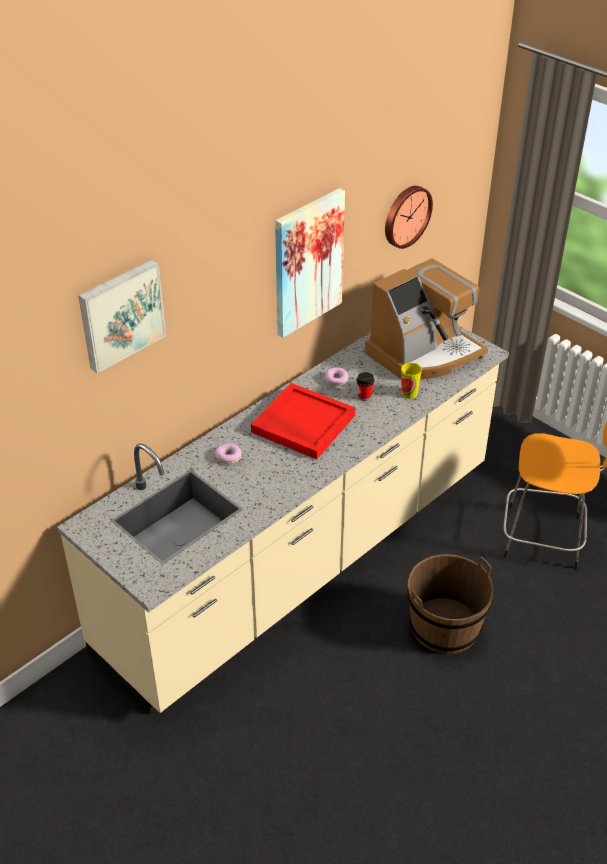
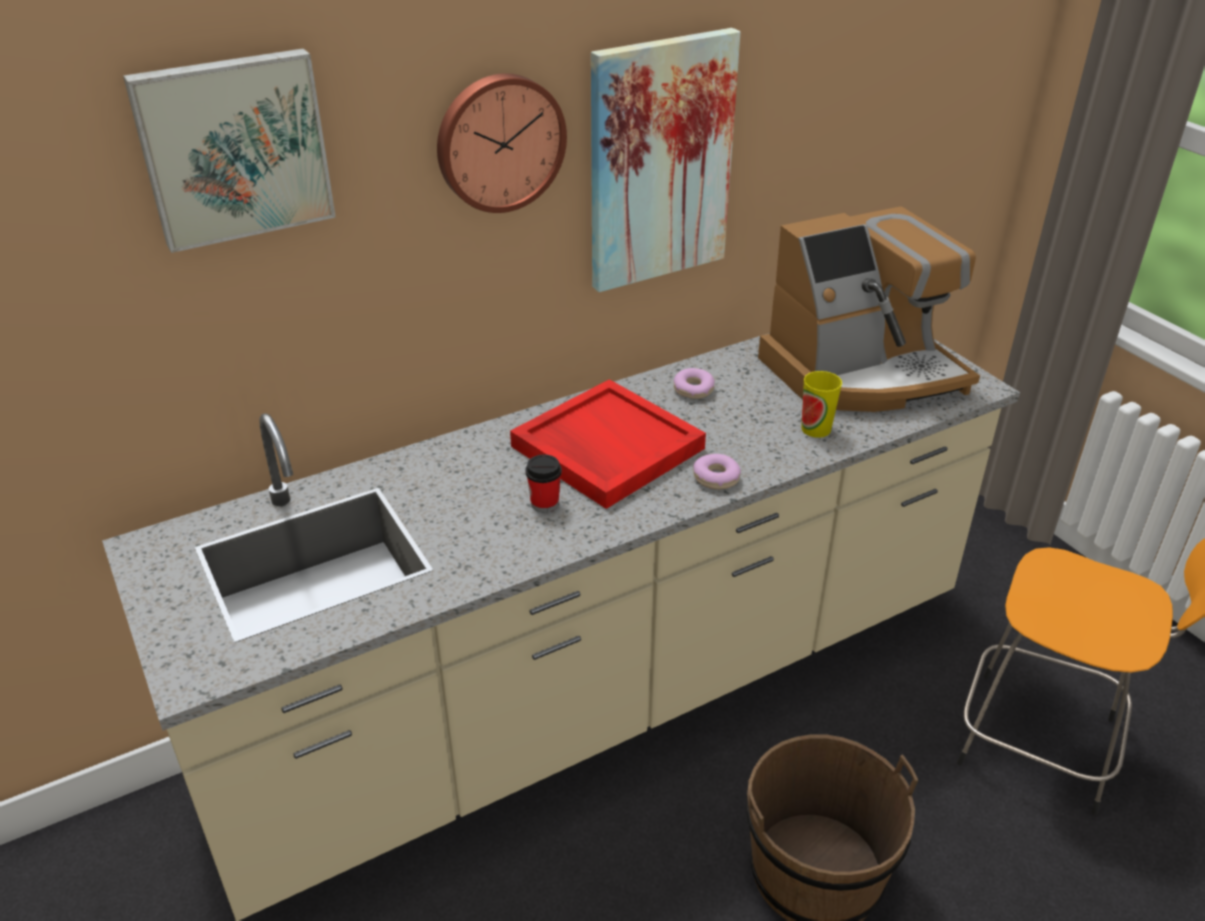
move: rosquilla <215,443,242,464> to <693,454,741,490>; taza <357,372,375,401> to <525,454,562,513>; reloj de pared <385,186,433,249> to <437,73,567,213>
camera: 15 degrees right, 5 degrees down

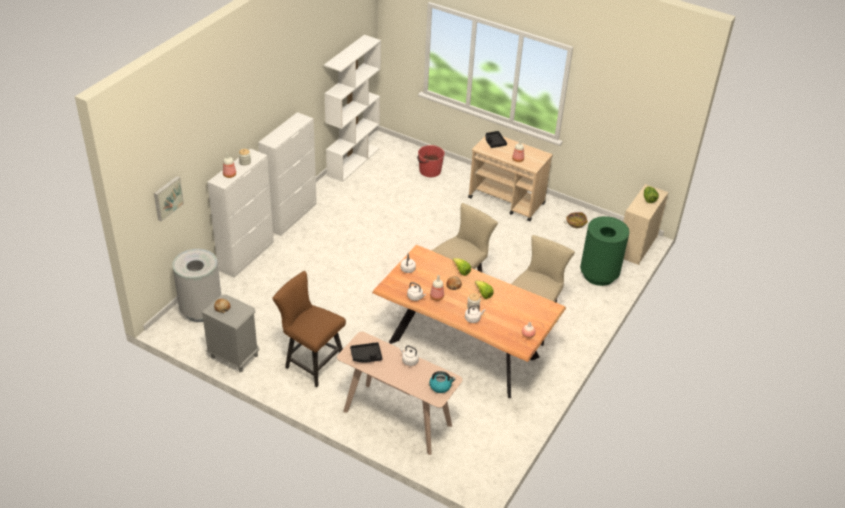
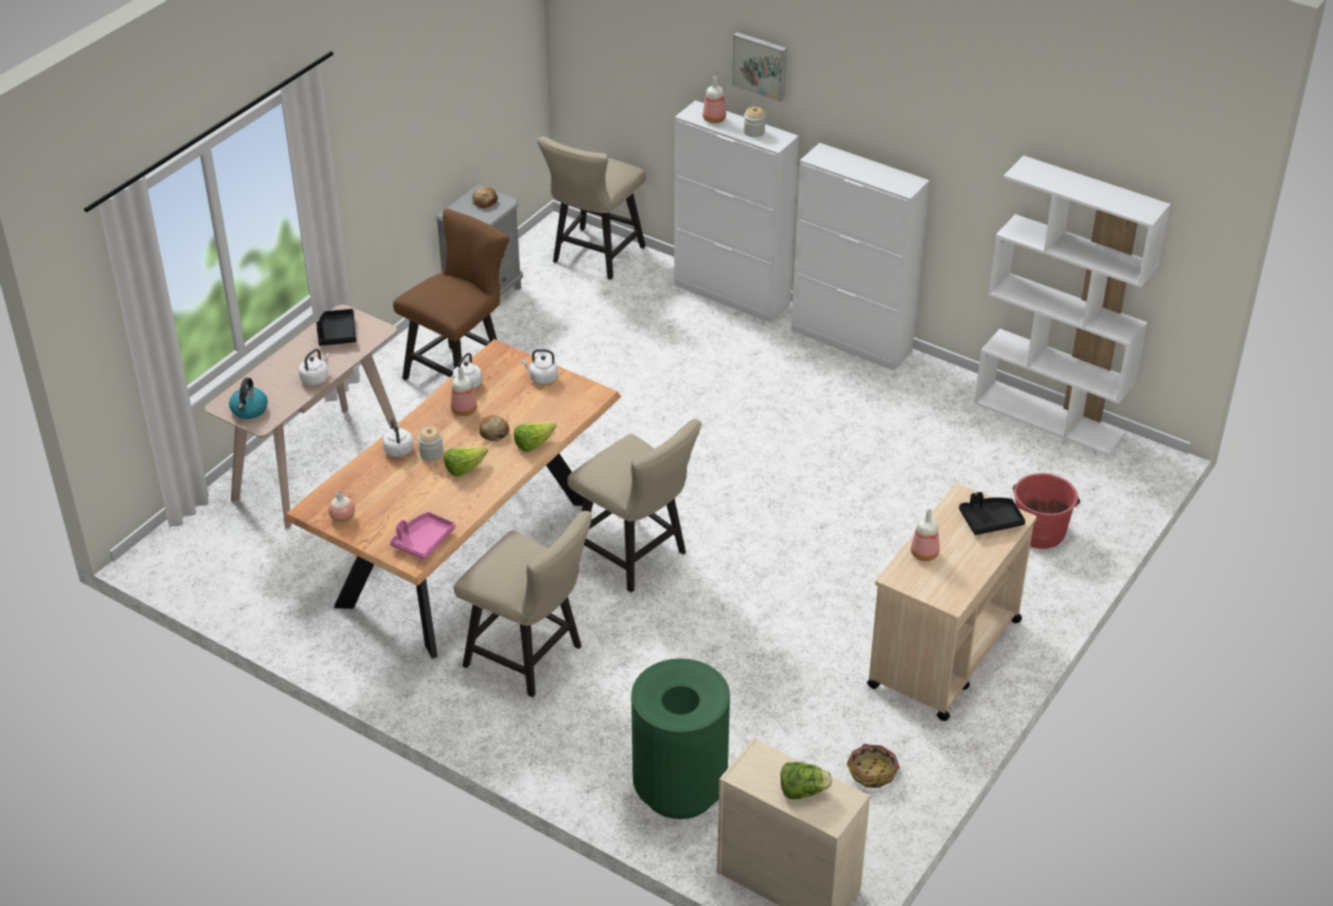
insert: bandeja [rosa] <390,512,456,560>
move: cuadro <154,176,184,221> to <732,32,787,102>
replace: papelera [gris] <172,249,221,322> to silla [beis] <537,136,646,280>
camera: 95 degrees right, 0 degrees up

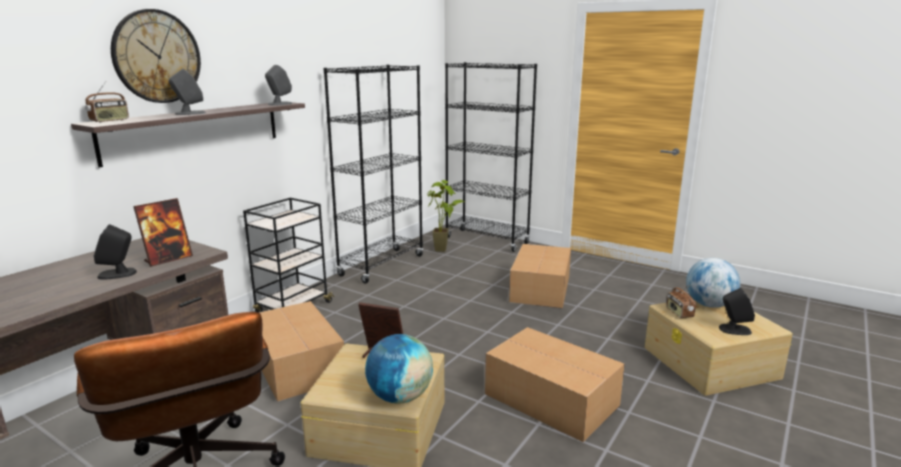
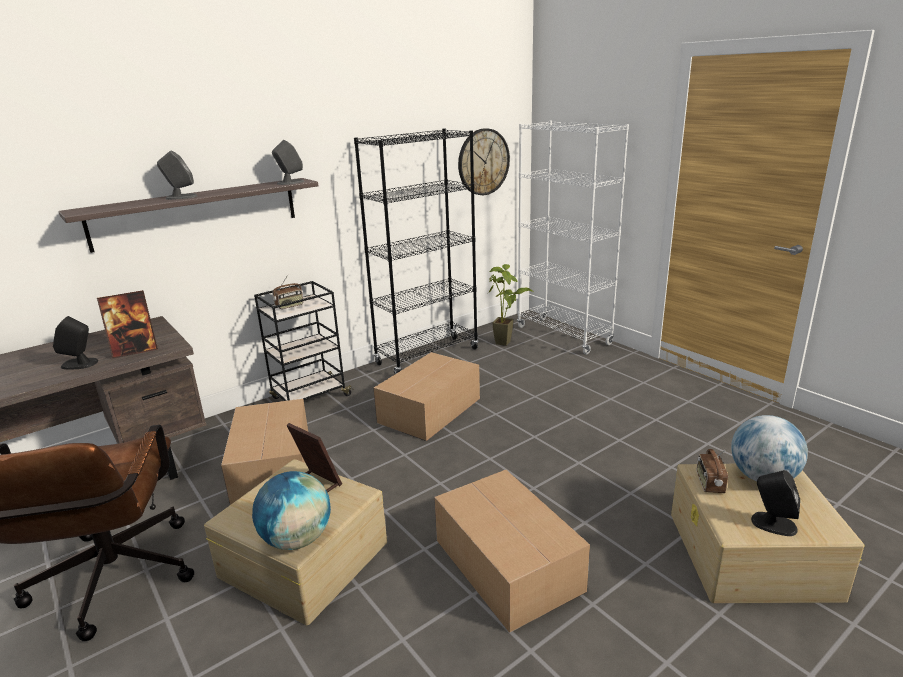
move: radio <85,81,129,123> to <272,275,304,309>; reloj de pared <111,9,201,103> to <458,128,510,195>; caja de cartón <509,244,571,308> to <373,352,480,441>
recolor: estantería [negro] <445,62,537,252> to estantería [blanco] <517,121,629,355>
camera: 20 degrees right, 5 degrees up

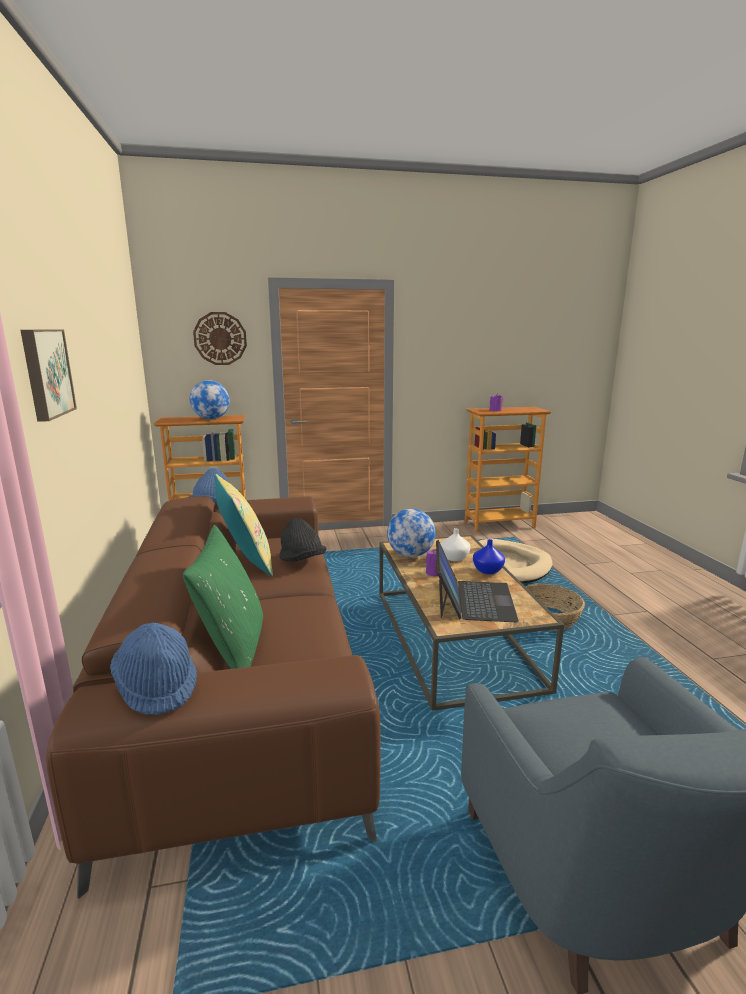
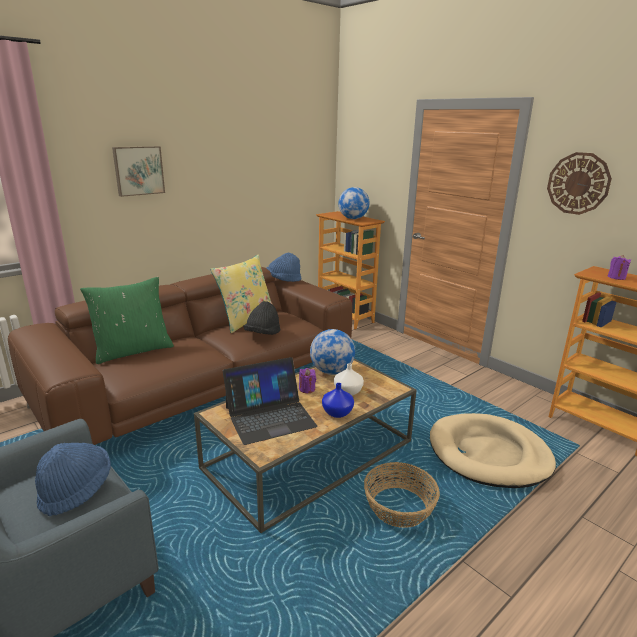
move: sombrero [azul] <110,623,197,715> to <35,443,111,516>; reloj de pared <193,312,247,365> to <547,152,612,215>
camera: 60 degrees right, 5 degrees up

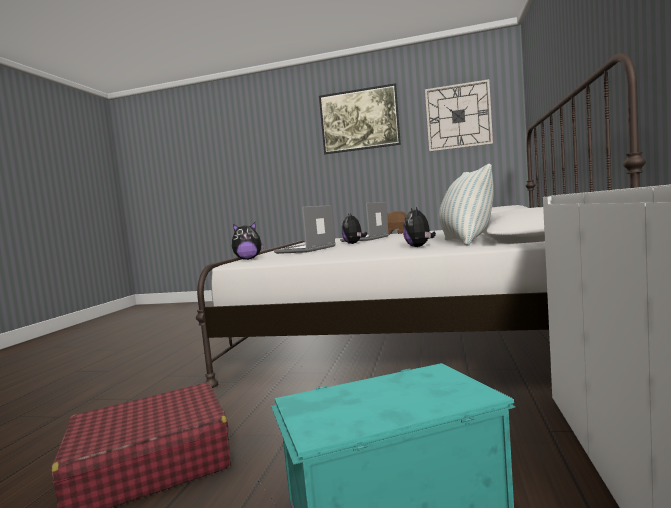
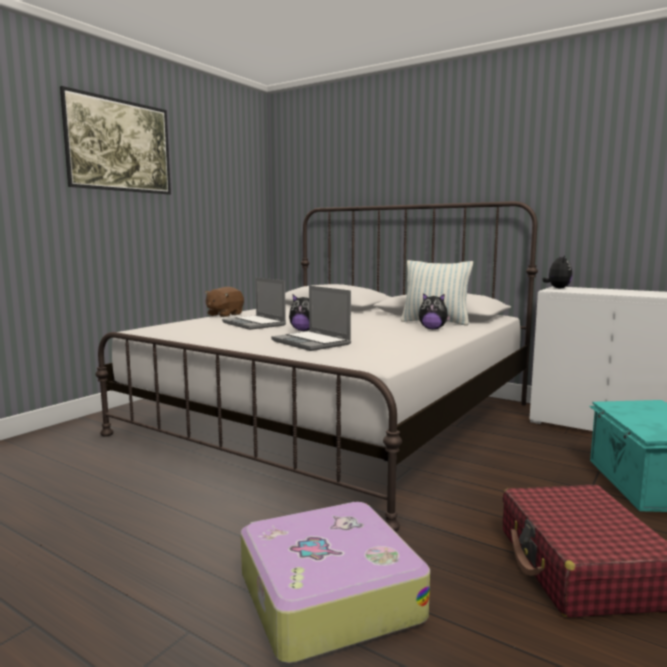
delete: reloj de pared <425,79,493,152>
insert: maleta <241,502,430,663>
move: peluche <232,222,264,260> to <542,254,572,289>
camera: 70 degrees left, 5 degrees up

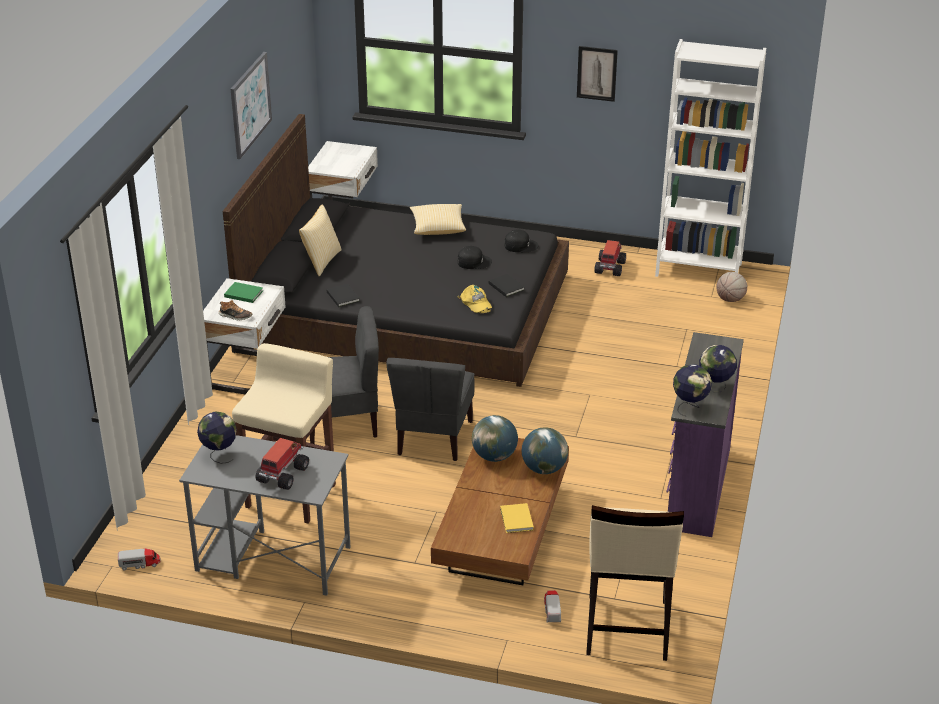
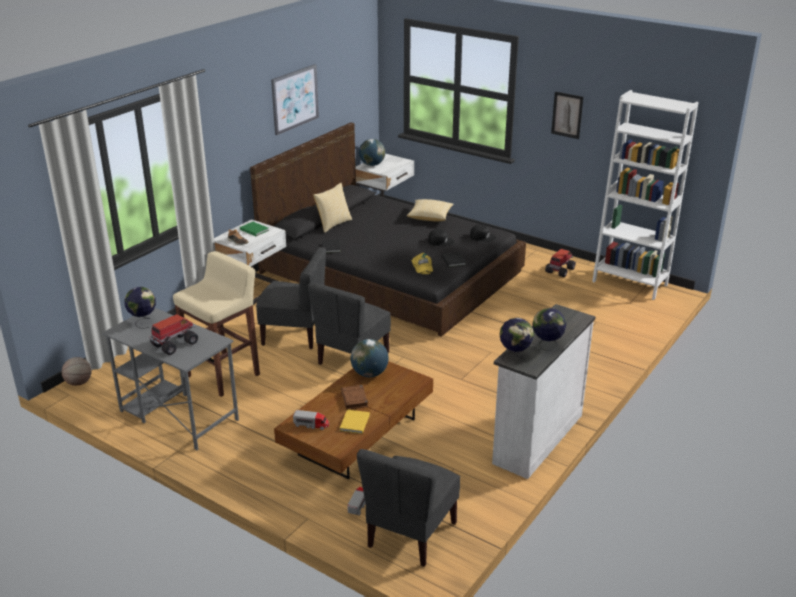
insert: libro [marrón] <341,385,368,410>
move: camión de juguete <118,548,161,570> to <293,410,329,430>; globo terráqueo <522,427,568,474> to <359,139,385,166>; balón de baloncesto <716,272,747,302> to <61,357,92,386>
replace: taburete [beis] <586,505,684,661> to silla [gris] <357,449,460,567>
recolor: cómoda [morado] <666,332,744,537> to cómoda [blanco] <492,304,596,479>
camera: 20 degrees right, 5 degrees down

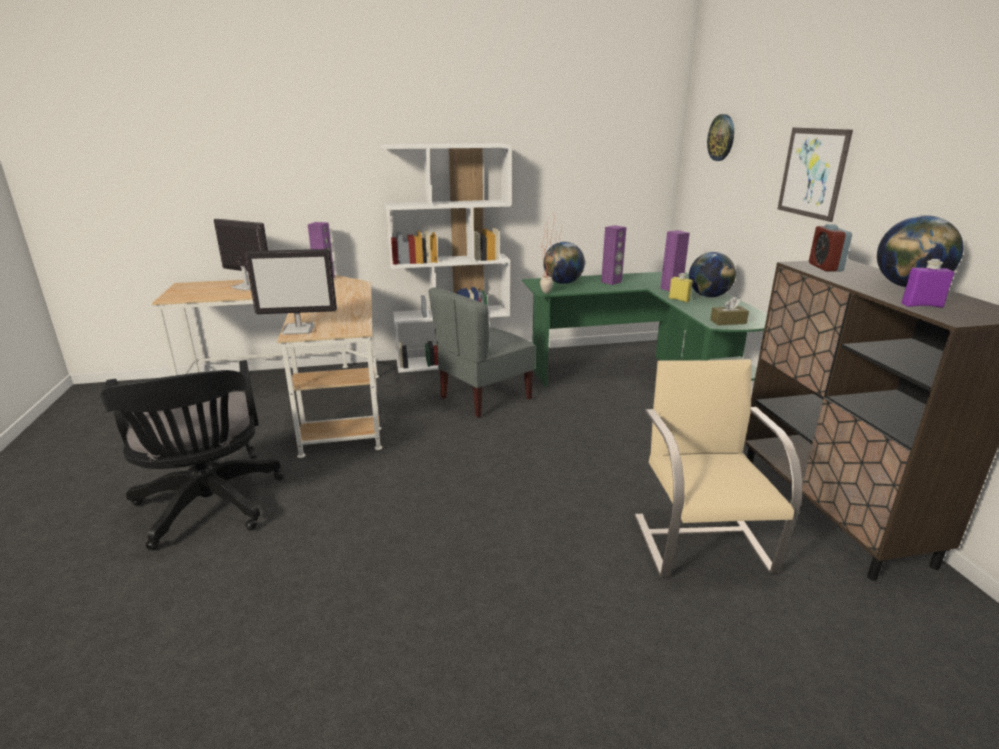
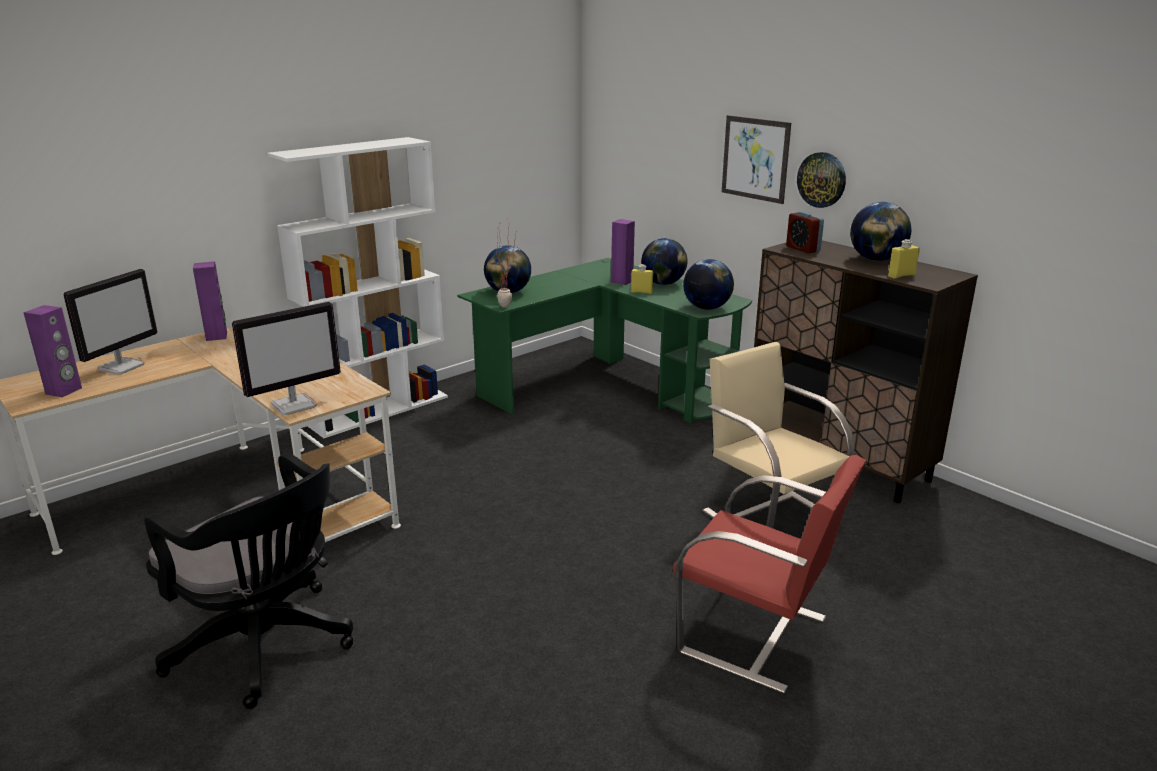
delete: silla [gris] <429,287,535,418>
insert: silla [rojo] <673,455,866,694>
move: altavoz [morado] <601,225,626,285> to <23,305,82,397>; reloj de pared <707,114,734,161> to <797,152,846,208>
replace: caja de pañuelos [marrón] <710,297,749,325> to globo terráqueo <683,259,734,310>
recolor: botella [morado] <902,259,954,308> to botella [amarillo] <888,239,920,279>
rotate: monitor <214,219,268,291> = <63,269,157,375> 120 degrees clockwise
camera: 30 degrees left, 0 degrees up

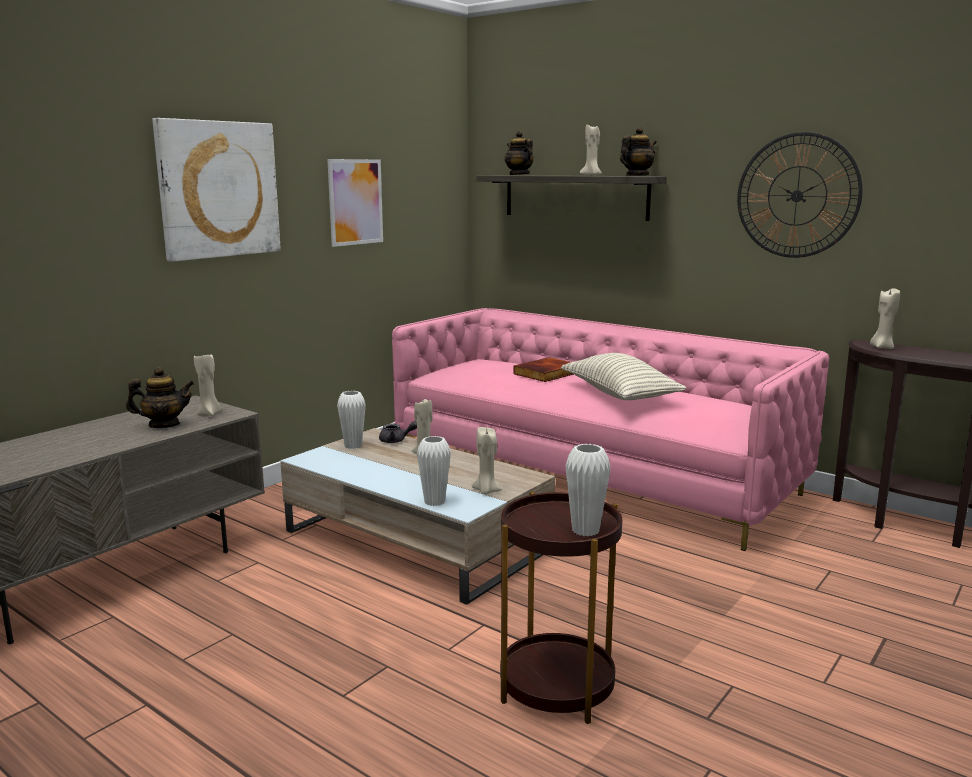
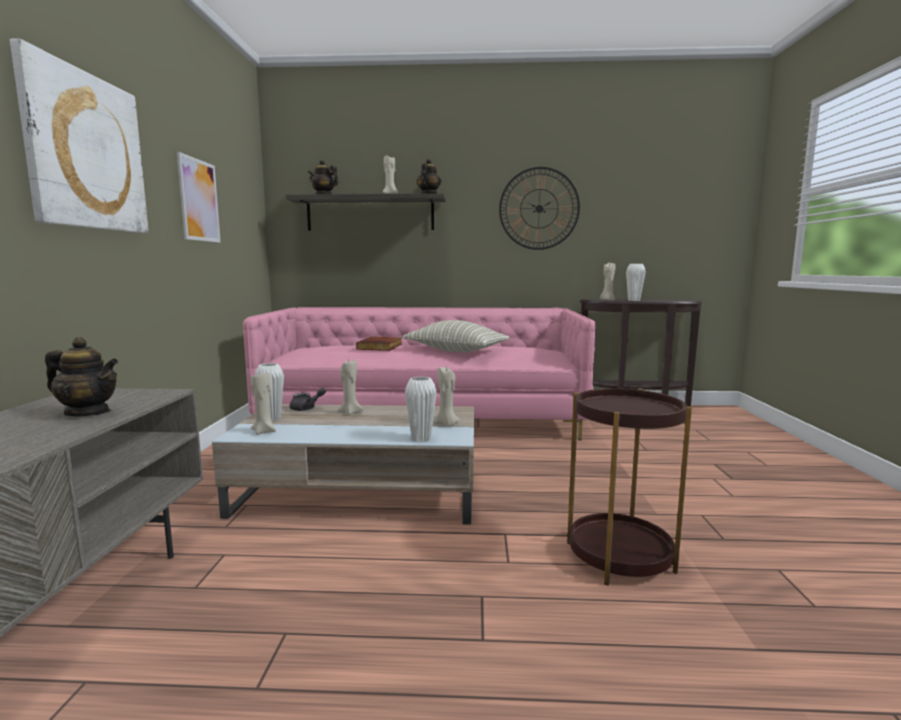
move: vela [beis] <194,353,221,416> to <251,372,276,435>; florero [blanco] <566,444,611,536> to <626,264,646,301>
rotate: tetera <126,367,195,428> = <45,337,119,417> 60 degrees clockwise
camera: 35 degrees left, 5 degrees down

